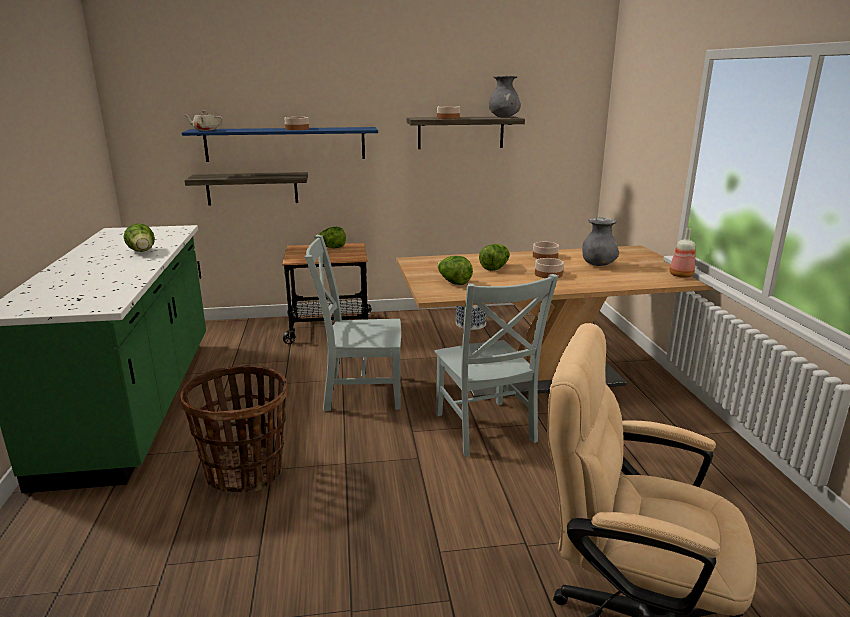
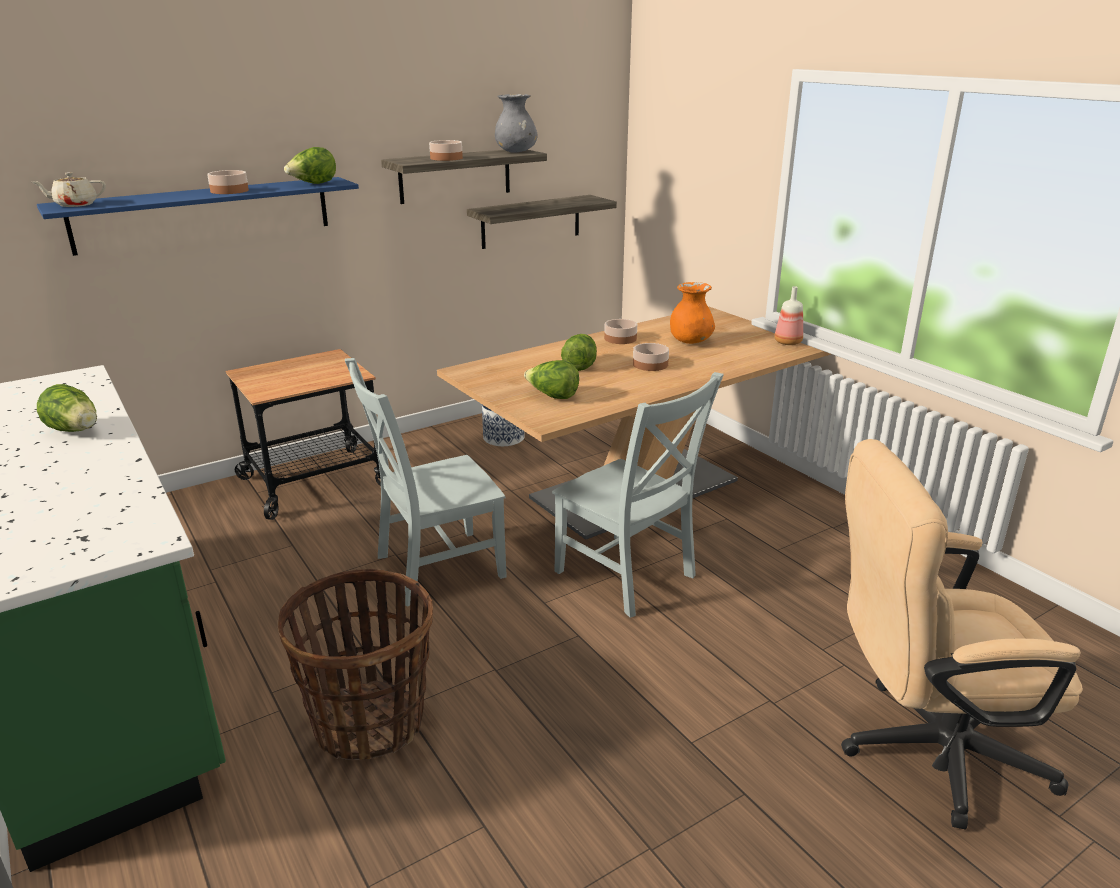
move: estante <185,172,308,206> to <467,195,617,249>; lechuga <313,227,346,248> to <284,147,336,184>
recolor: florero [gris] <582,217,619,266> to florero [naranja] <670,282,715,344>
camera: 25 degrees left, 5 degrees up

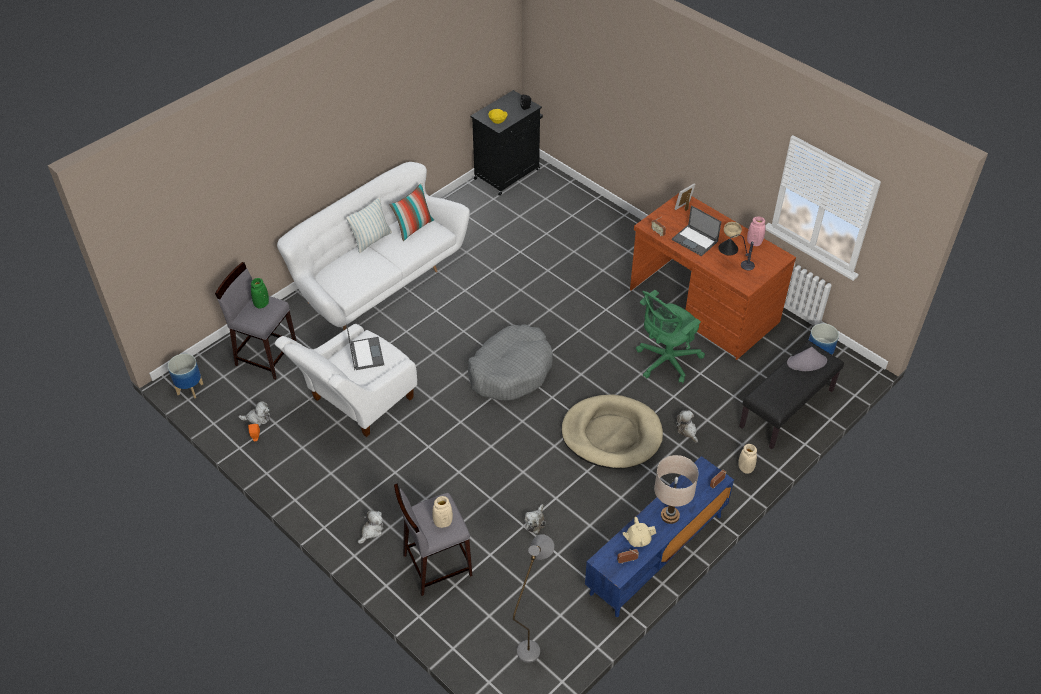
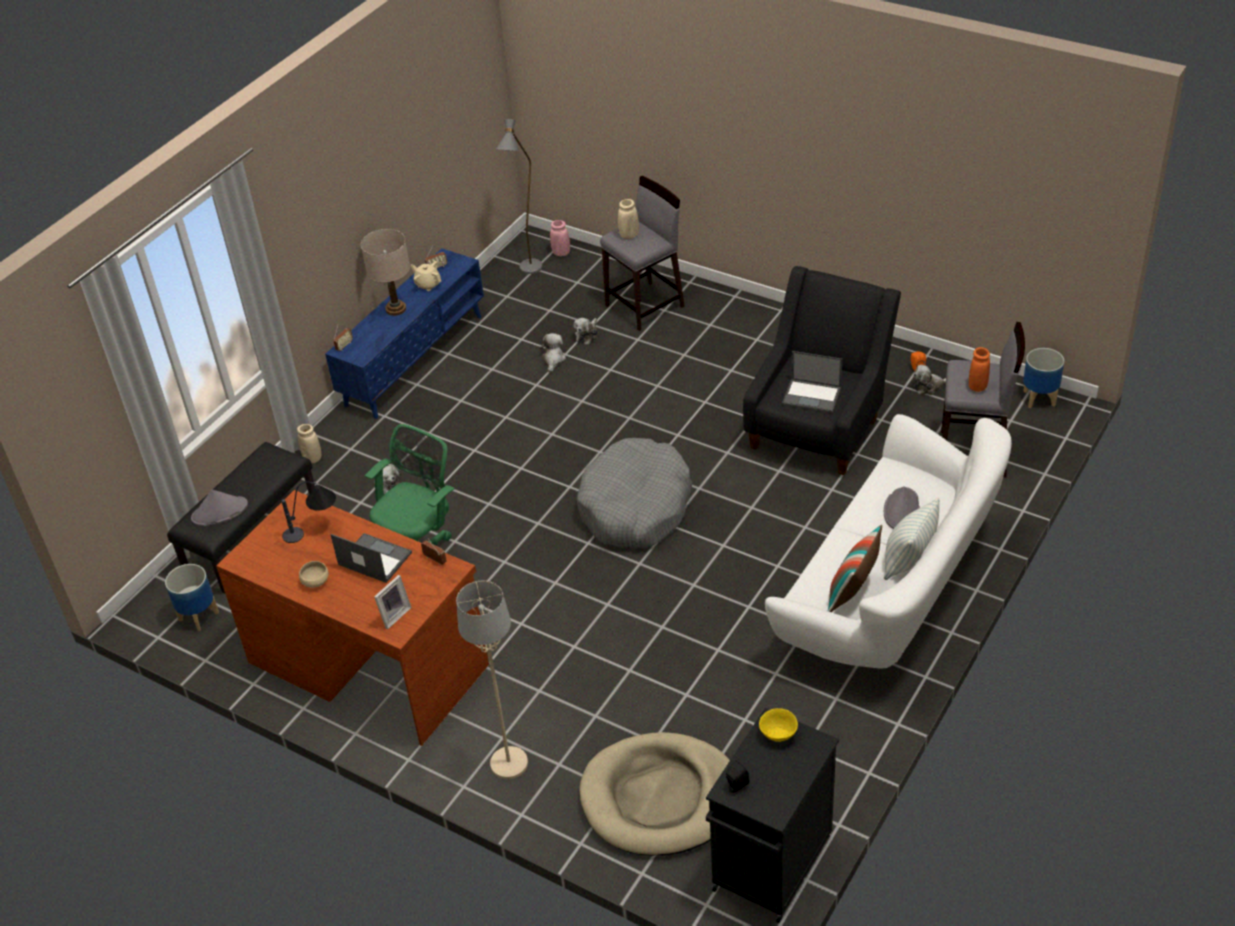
insert: lámpara de pie [beis] <456,581,528,779>; sombrero [gris] <884,486,920,529>
move: peluche <358,510,383,544> to <574,318,597,345>; cama para perro [beis] <561,395,663,469> to <579,732,730,856>; florero [rosa] <747,217,766,246> to <550,220,570,256>
recolor: florero [verde] <251,278,269,308> to florero [naranja] <969,347,990,392>; sillón [blanco] <274,324,417,437> to sillón [negro] <743,266,901,475>
rotate: portátil <346,324,384,370> = <782,351,842,413> 45 degrees counterclockwise; tetera [beis] <623,517,656,547> = <410,261,441,291> 120 degrees counterclockwise
camera: 170 degrees right, 5 degrees down

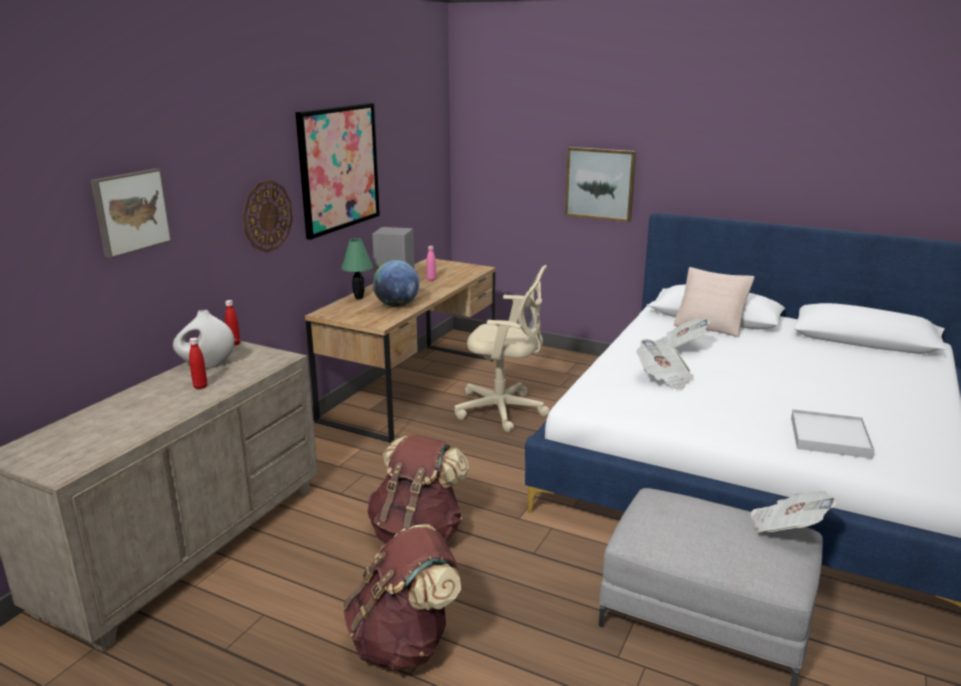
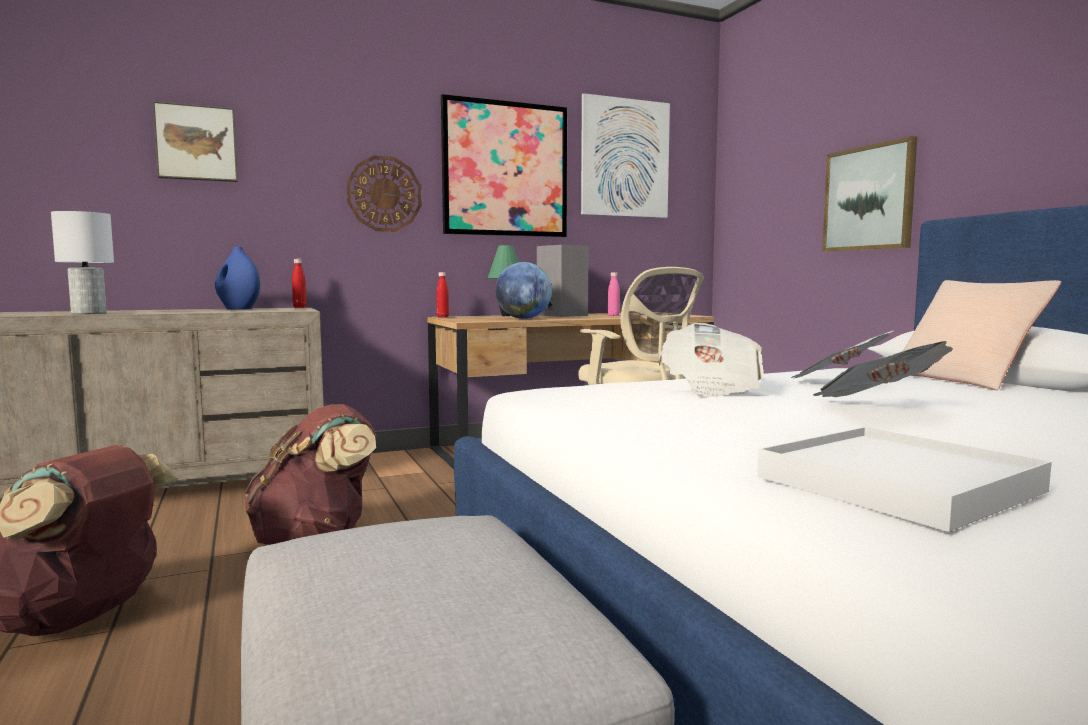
insert: lámpara de mesa [blanco] <51,211,114,315>; cuadro <581,93,670,218>
move: botella [rojo] <189,338,207,389> to <437,272,449,318>; periódico <750,491,837,533> to <813,341,953,397>
recolor: florero [blanco] <173,310,235,369> to florero [azul] <215,247,260,310>
camera: 40 degrees right, 15 degrees down

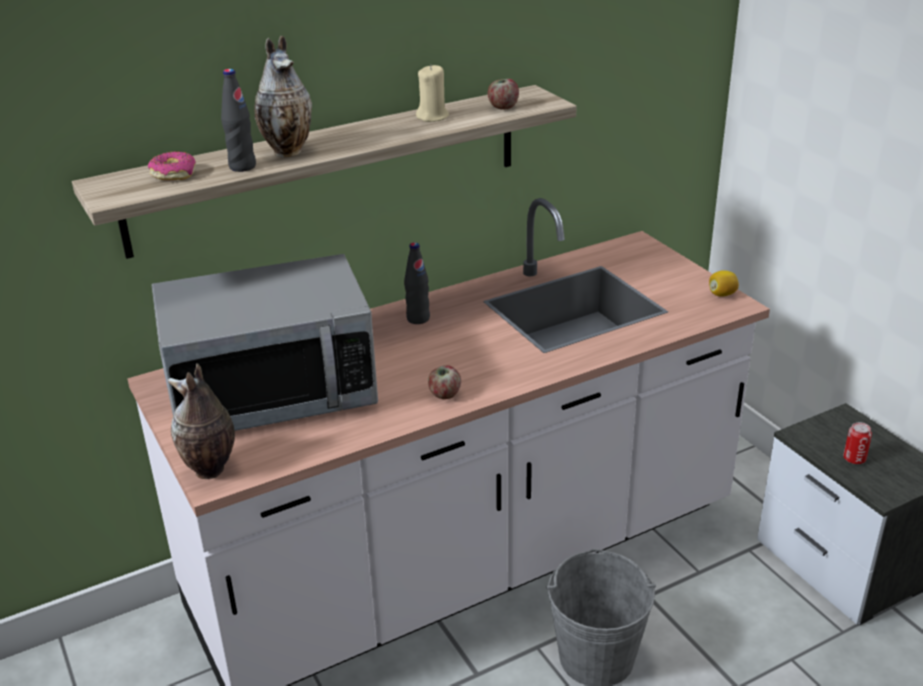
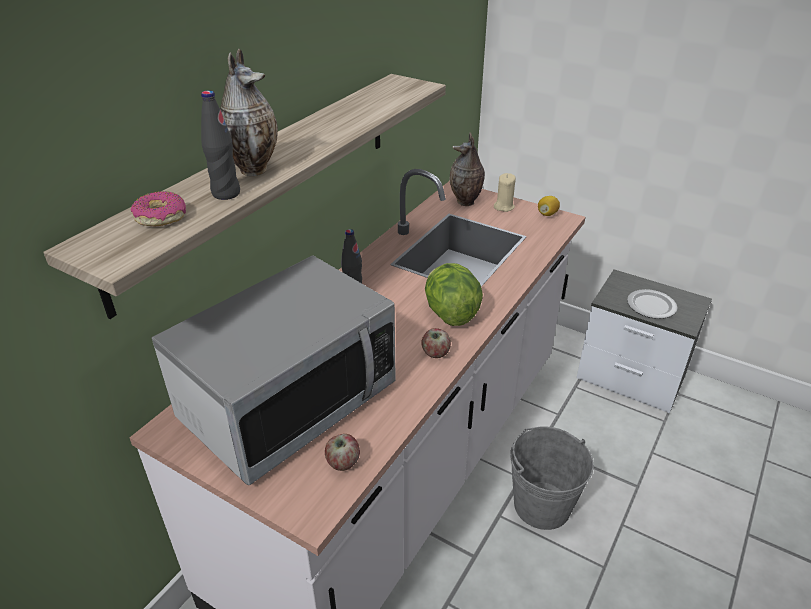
insert: lechuga <425,263,483,326>
move: florero <168,363,235,479> to <450,133,485,206>; vela [beis] <416,64,449,122> to <494,173,516,212>; manzana <488,79,519,110> to <325,434,360,471>
replace: lata <843,422,872,464> to plato <627,289,678,319>
camera: 30 degrees left, 5 degrees up

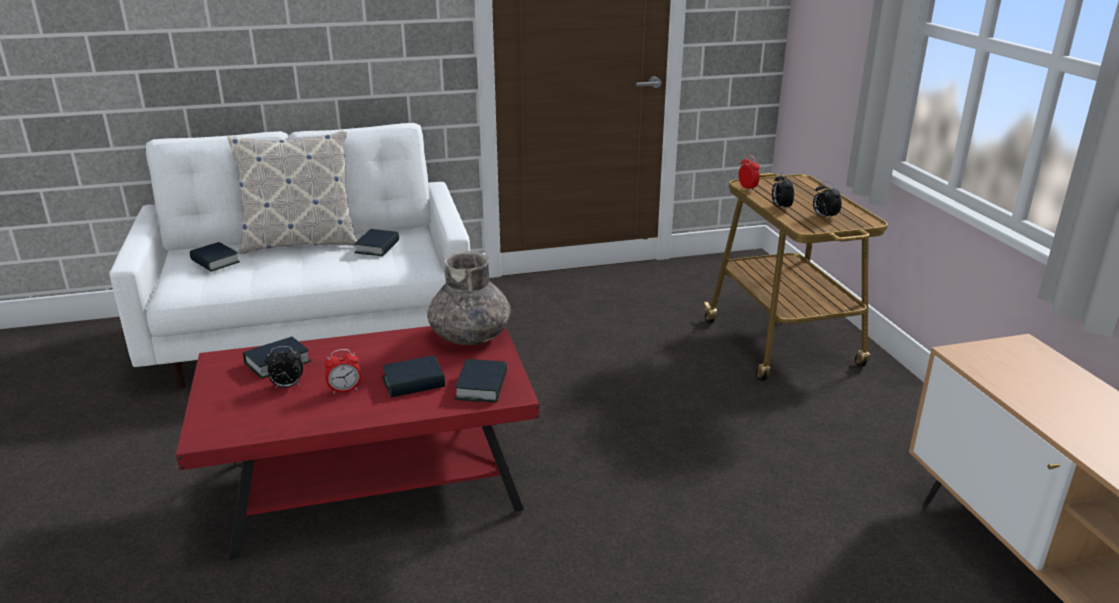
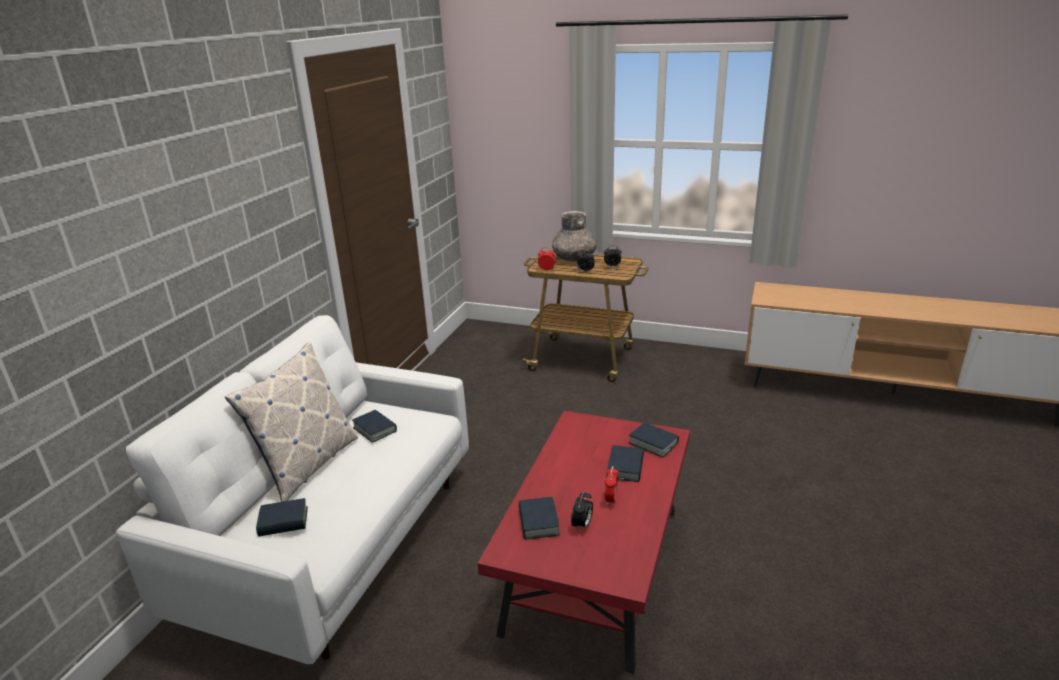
move: florero [gris] <427,251,511,345> to <552,211,597,261>
camera: 55 degrees left, 0 degrees up

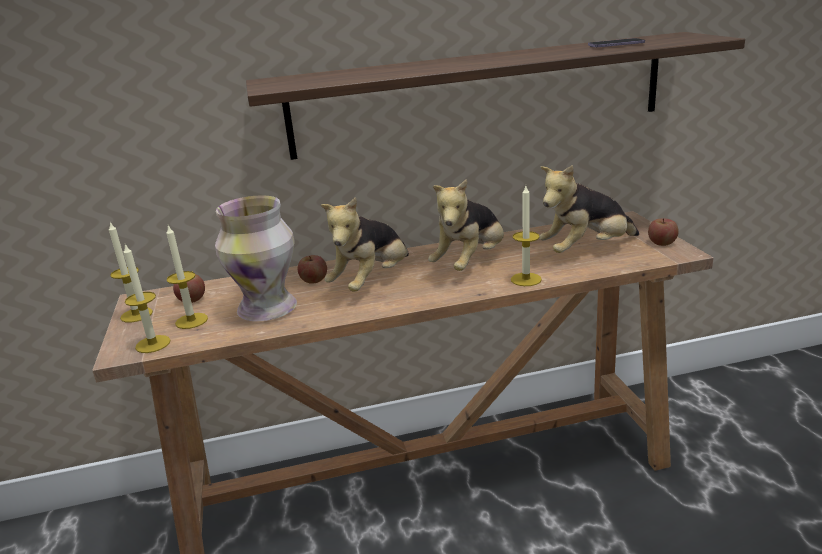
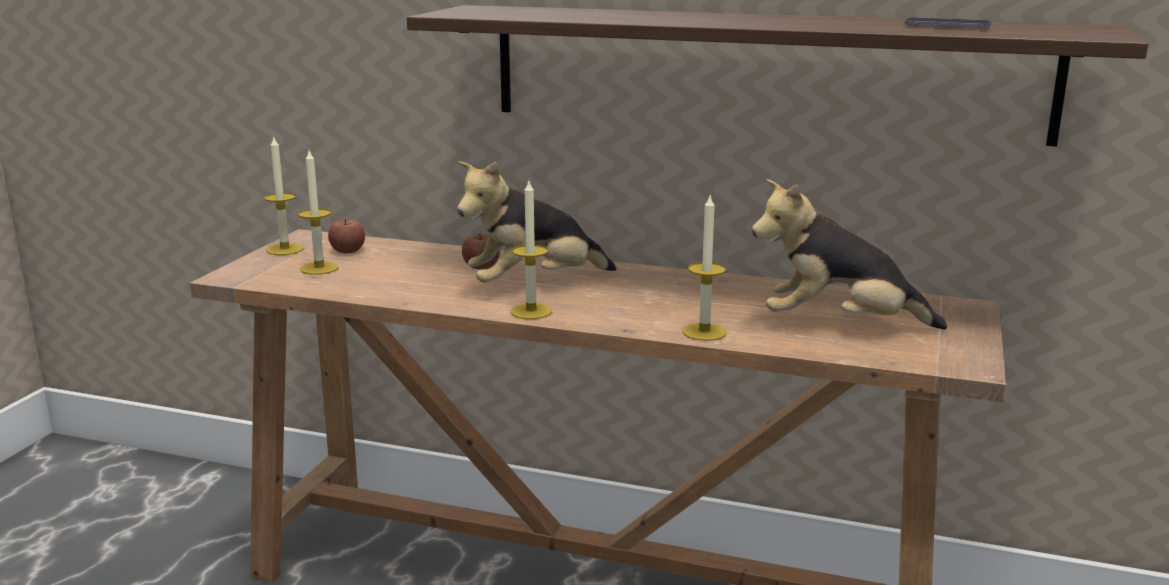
delete: florero <215,196,297,321>; peluche <428,179,504,271>; manzana <648,218,679,246>
move: vela <123,244,170,353> to <511,181,552,319>
camera: 30 degrees right, 5 degrees down

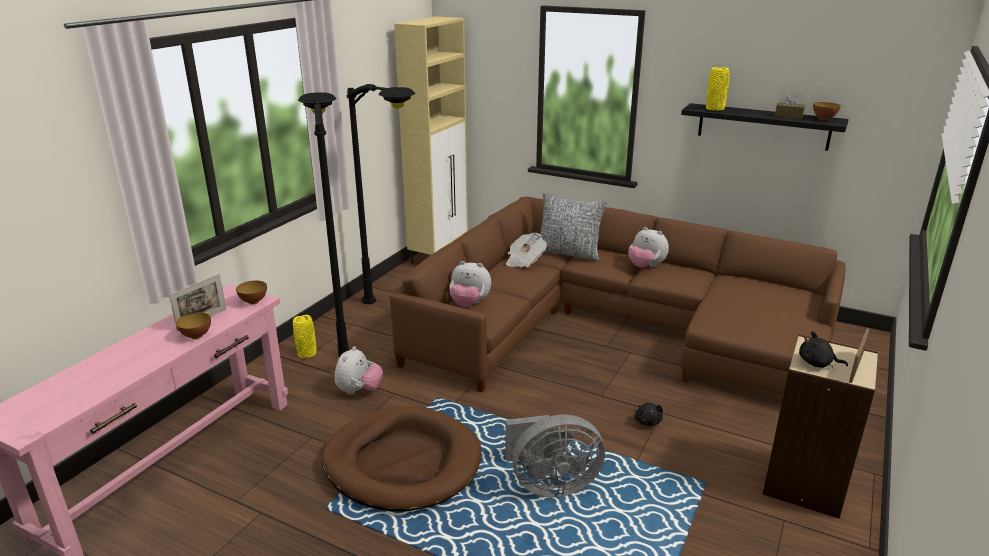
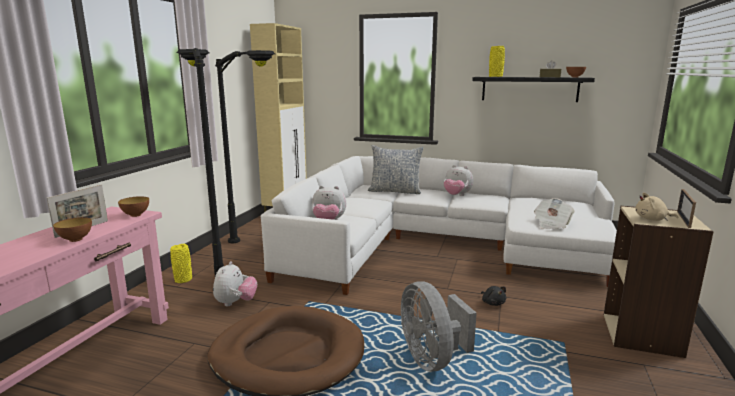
move: periódico <506,233,547,267> to <534,198,574,229>
recolor: sofá [marrón] <389,196,846,394> to sofá [blanco] <261,156,617,295>; peluche [negro] <799,331,848,368> to peluche [beis] <635,192,678,221>
rotate: ventilador [gris] <505,414,605,497> = <401,281,477,371> 90 degrees clockwise
camera: 10 degrees left, 10 degrees down

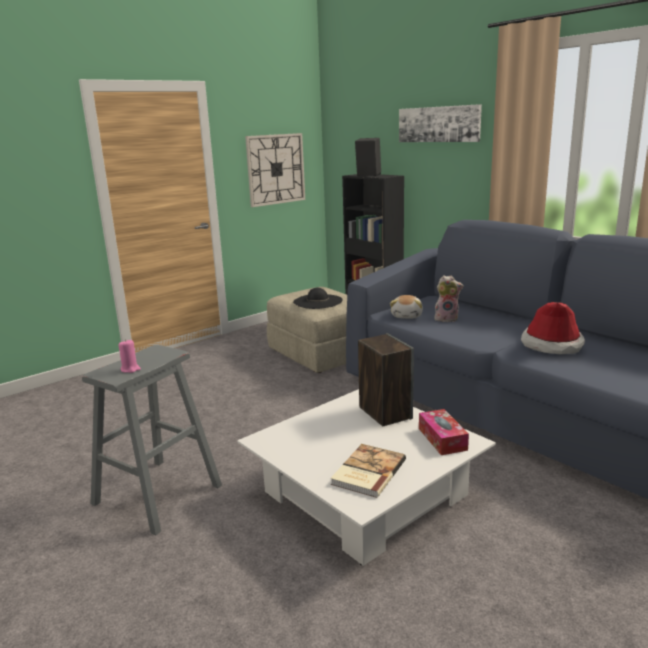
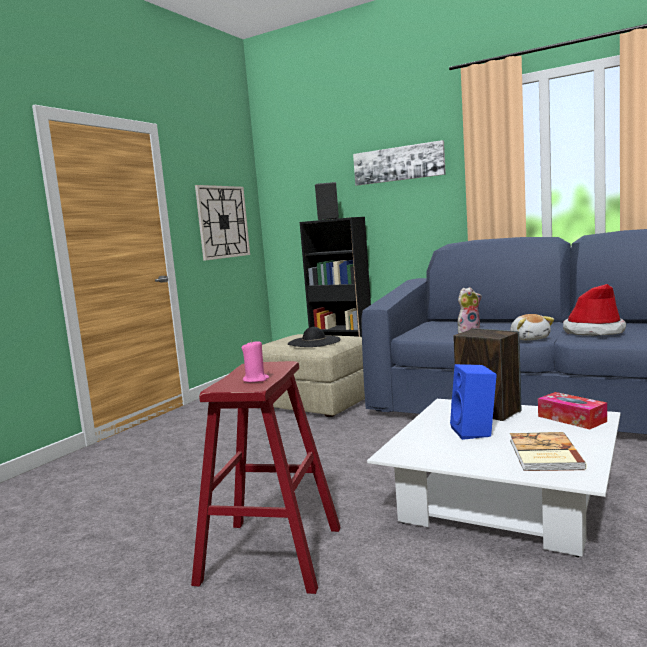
insert: altavoz [azul] <450,364,497,440>
move: peluche <390,295,423,319> to <510,314,554,340>
recolor: taburete [gris] <82,345,222,535> to taburete [rojo] <191,361,341,594>
camera: 20 degrees left, 10 degrees down

